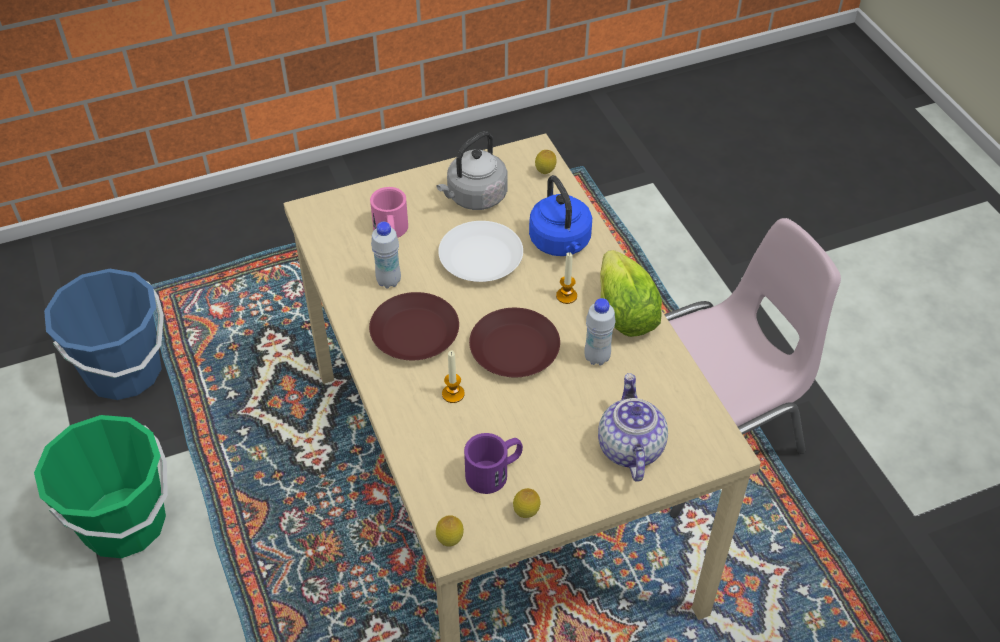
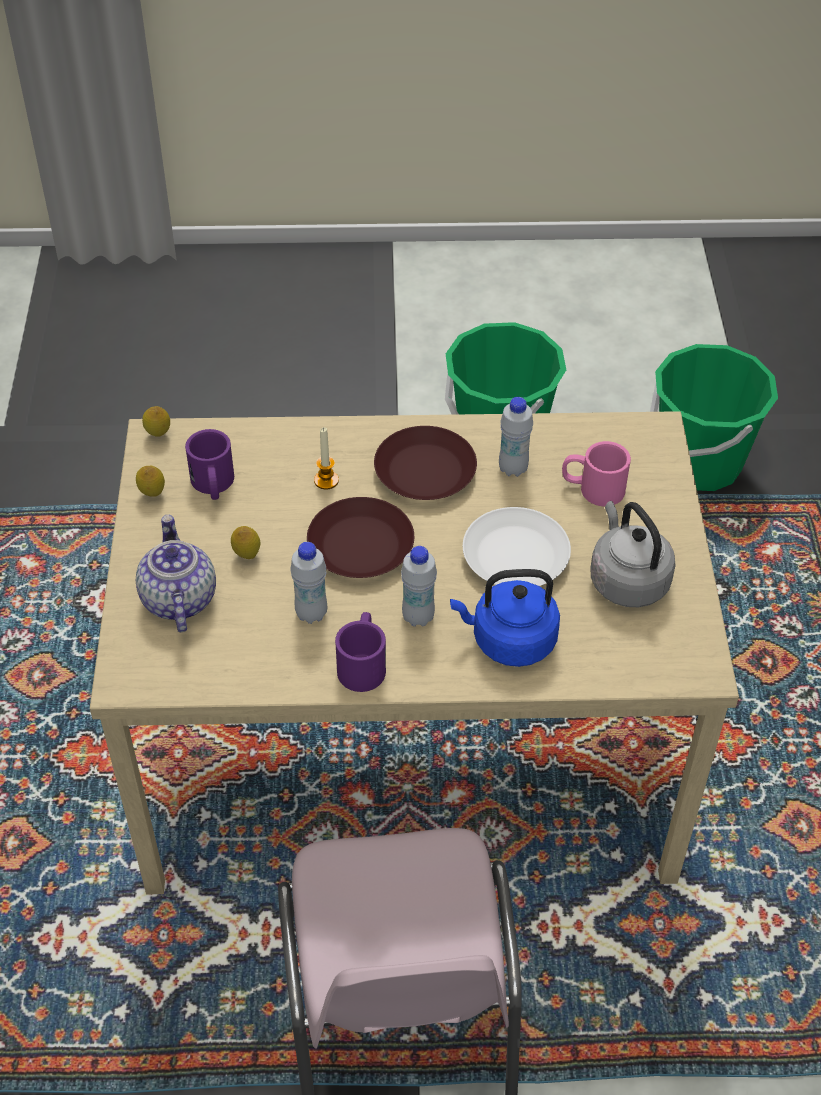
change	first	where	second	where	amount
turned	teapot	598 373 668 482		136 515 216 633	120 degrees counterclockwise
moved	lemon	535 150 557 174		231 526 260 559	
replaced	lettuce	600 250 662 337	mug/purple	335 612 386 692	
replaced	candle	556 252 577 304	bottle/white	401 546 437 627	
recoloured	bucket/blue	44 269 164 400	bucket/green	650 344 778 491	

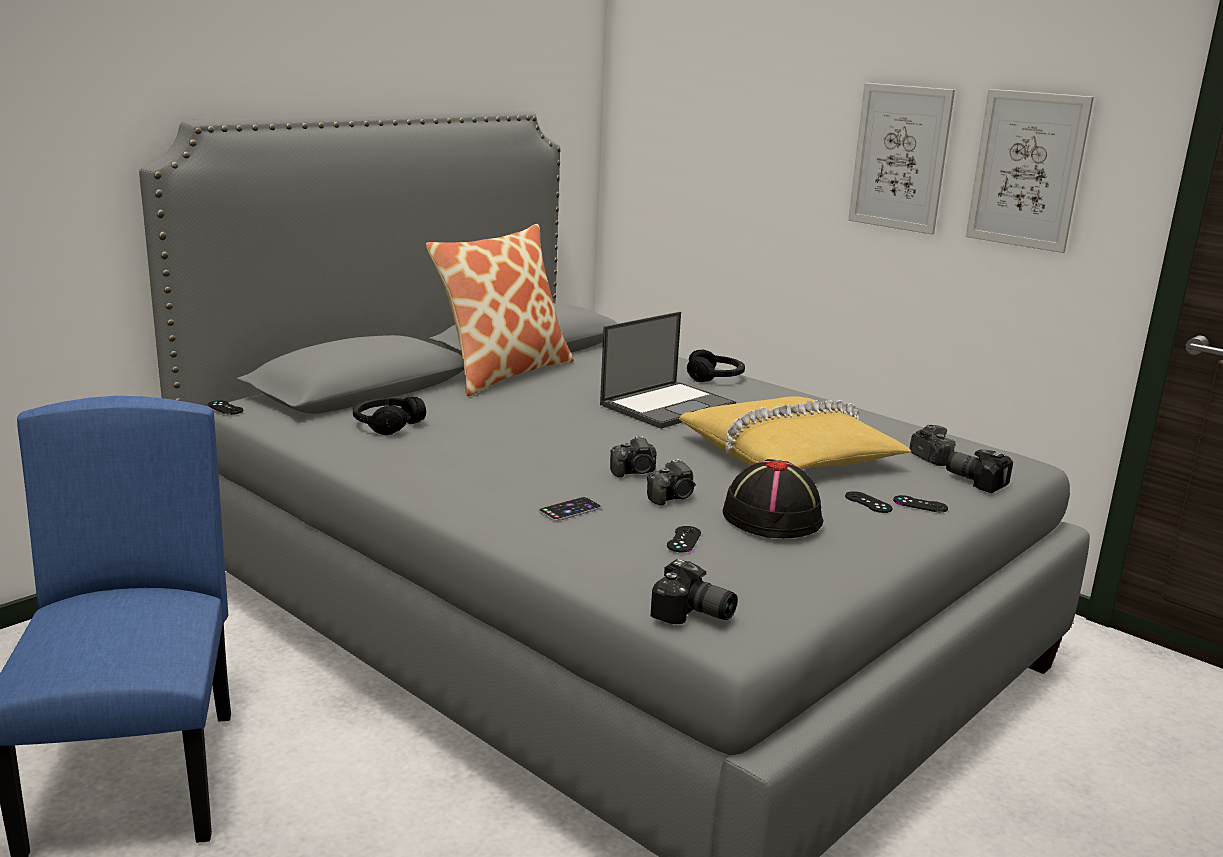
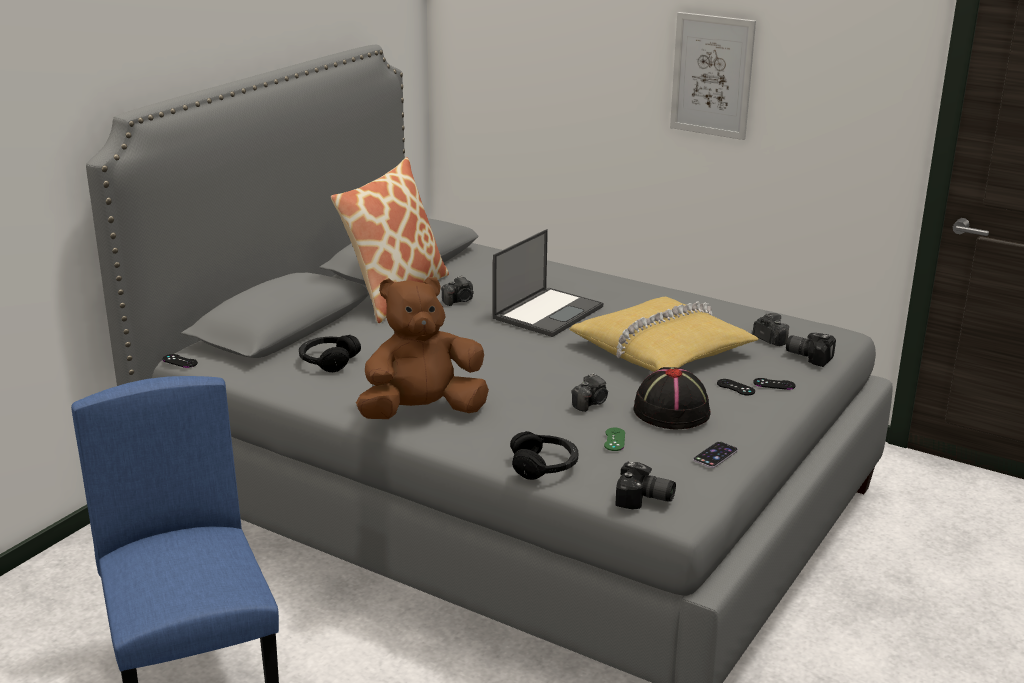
change	first	where	second	where	amount
added			plush toy/brown	356 277 489 419	
moved	photo camera	610 436 657 477		441 276 474 306	
moved	headphones/black	687 349 745 382		510 431 578 480	
recoloured	game controller/black	667 526 701 552	game controller/green	604 428 625 451	
moved	phone	539 497 601 521		693 441 738 468	
removed	picture	966 89 1094 253			

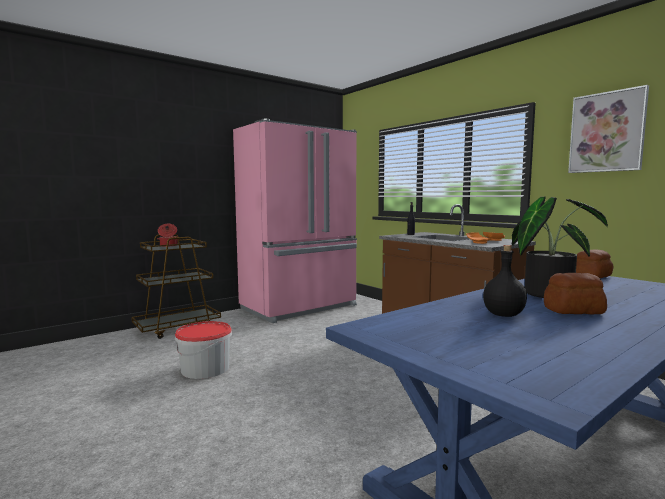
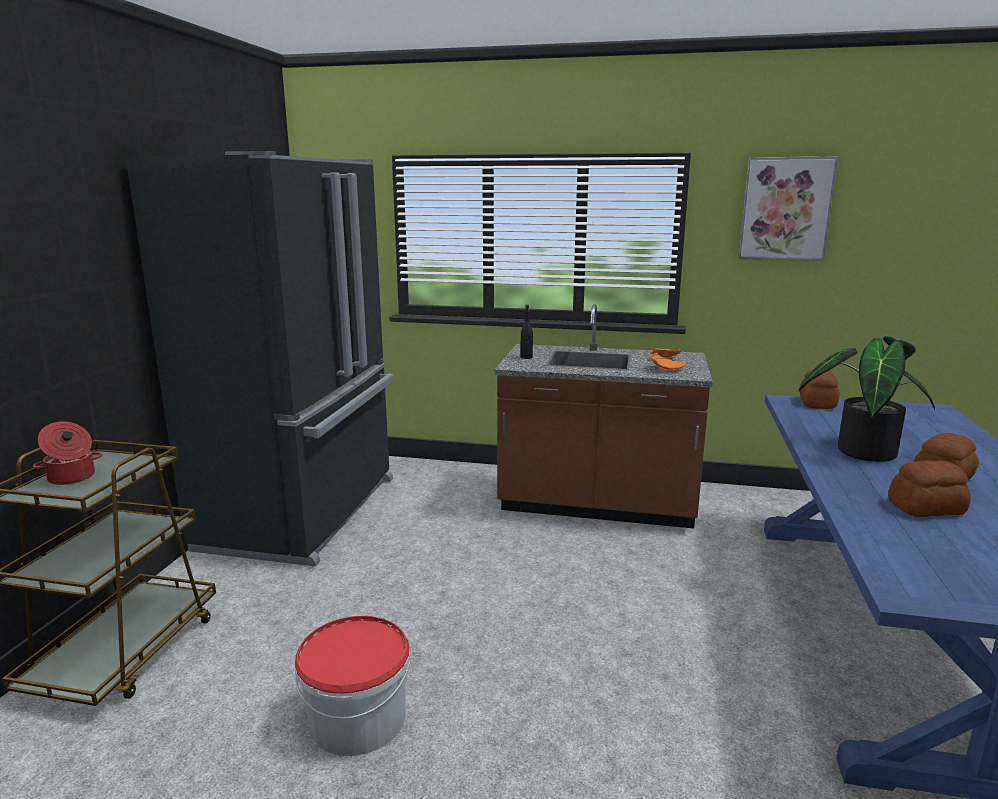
change	first	where	second	where	amount
recoloured	fridge/pink	233 118 357 323	fridge/black	125 151 393 567	
replaced	bottle/black	483 245 527 317	bread	888 460 971 517	

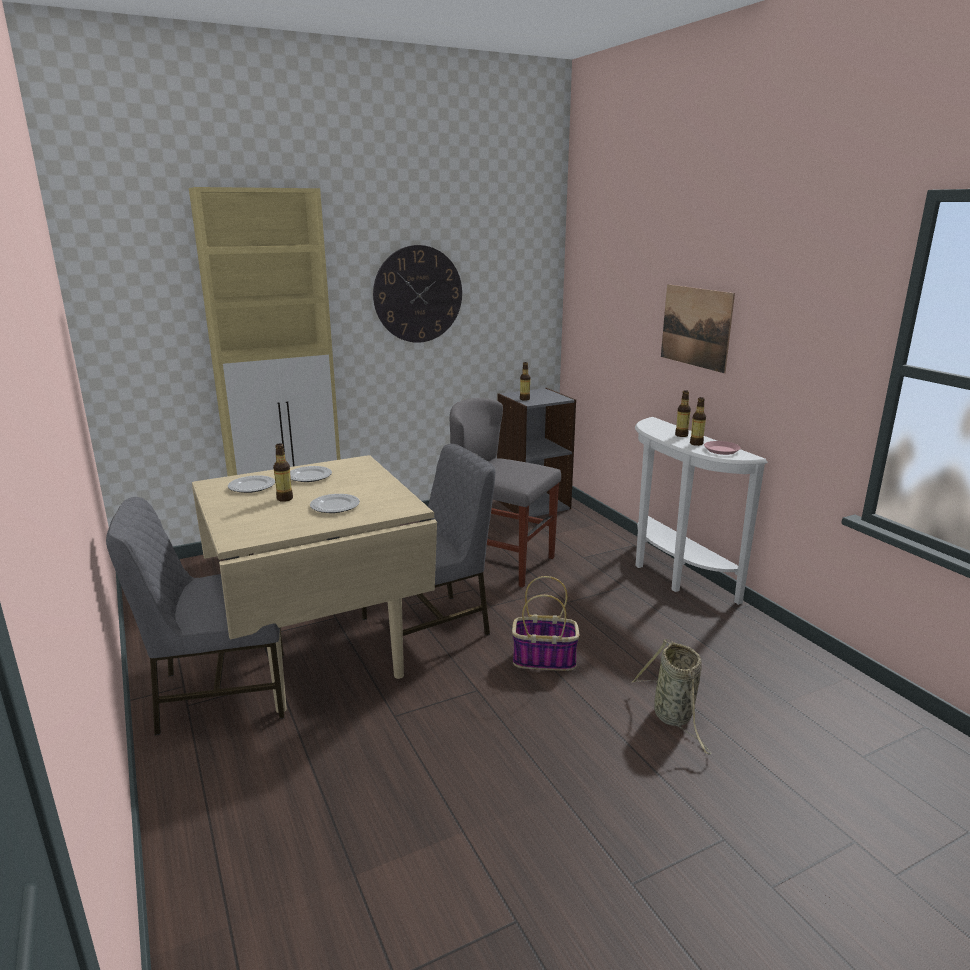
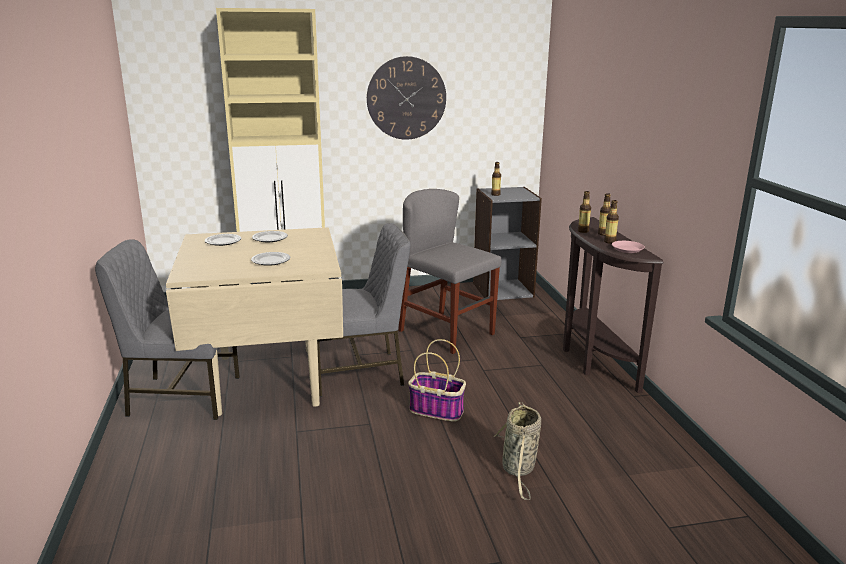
change	first	where	second	where	amount
recoloured	console table/white	635 417 768 605	console table/brown	563 217 664 393	
moved	bottle	273 443 293 502		578 191 591 233	
removed	picture	661 284 735 373			

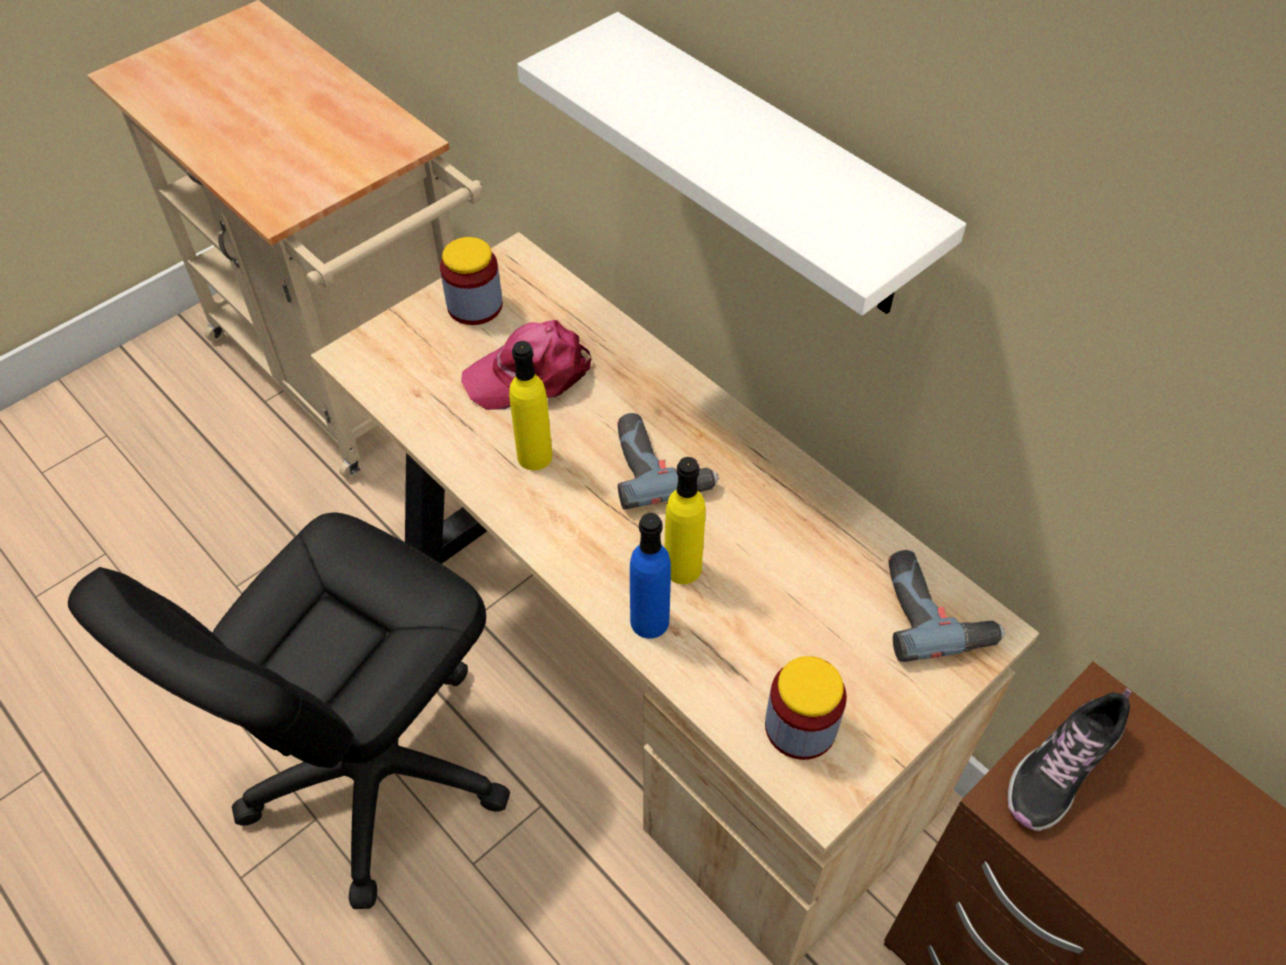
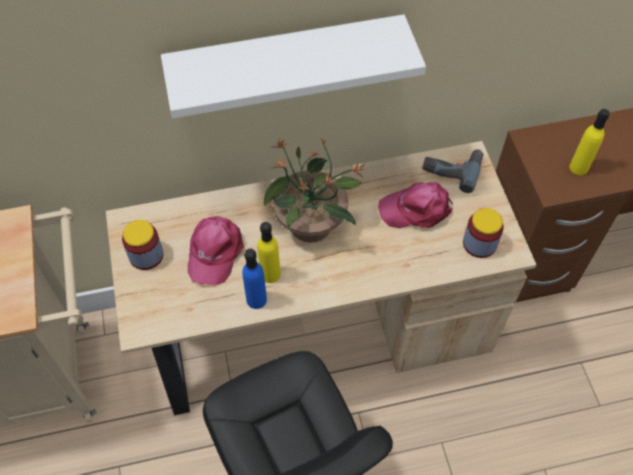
change	first	where	second	where	amount
moved	bottle/blue	630 513 671 639		242 249 267 309	
replaced	power drill	617 413 719 509	potted plant	264 138 364 243	
added			cap/pink	378 182 453 228	
moved	bottle/yellow	665 457 706 584		570 109 610 175	
removed	shoe	1008 688 1132 831			

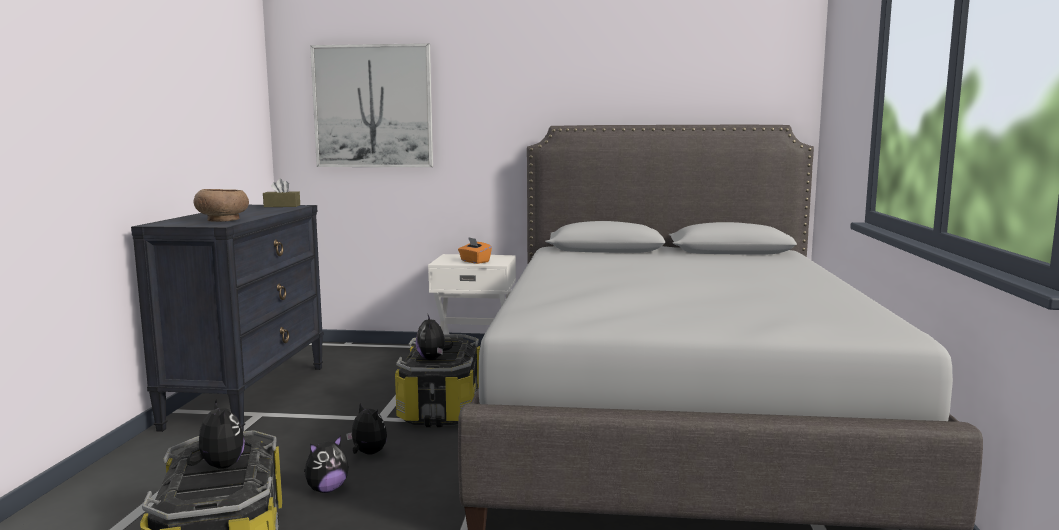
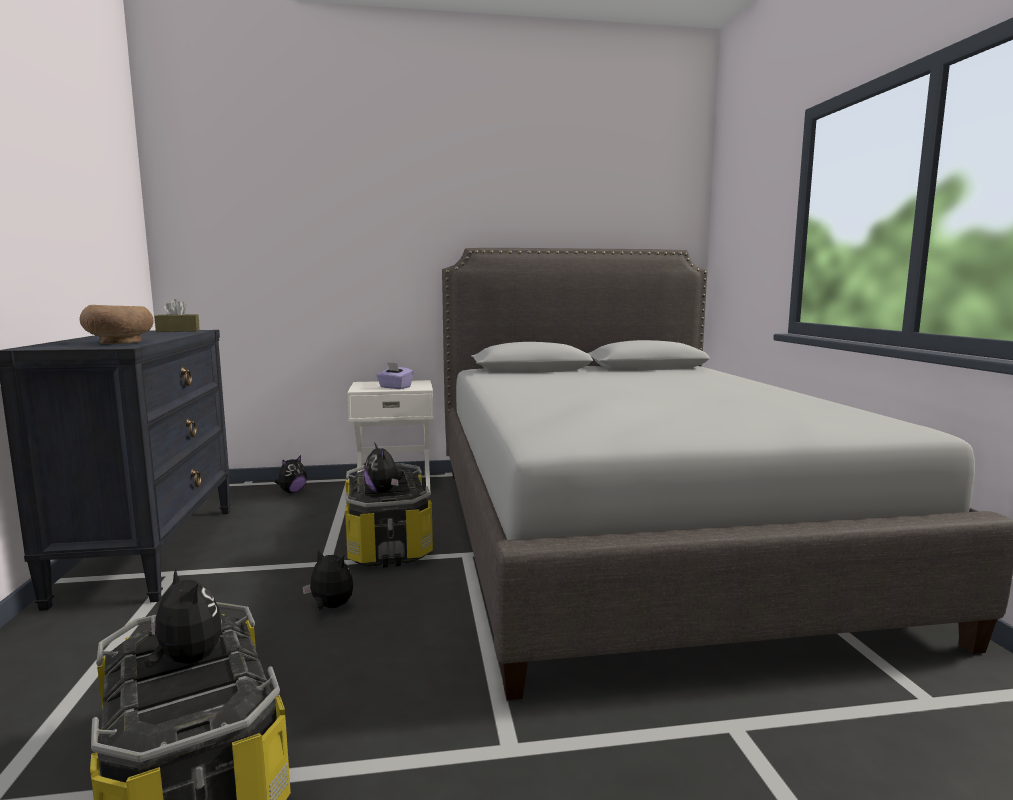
change	first	where	second	where	amount
moved	plush toy	304 435 349 493		275 455 307 493	
recoloured	tissue box/orange	458 237 492 264	tissue box/purple	376 362 414 389	
removed	picture	310 43 433 167			

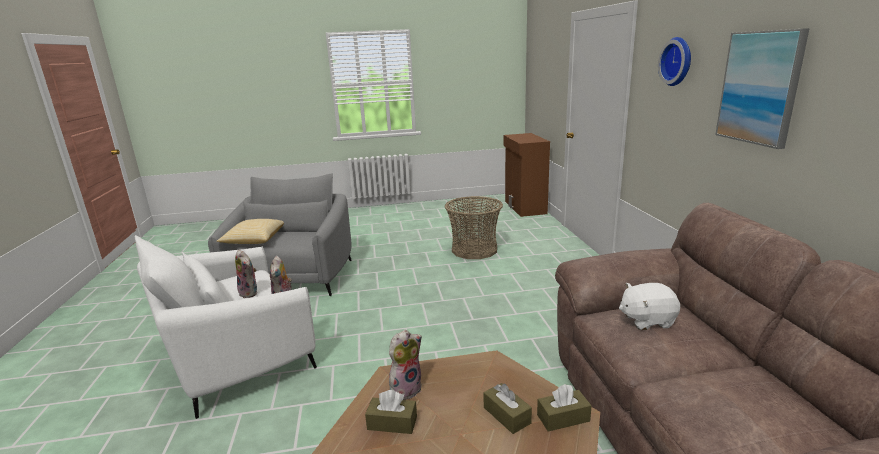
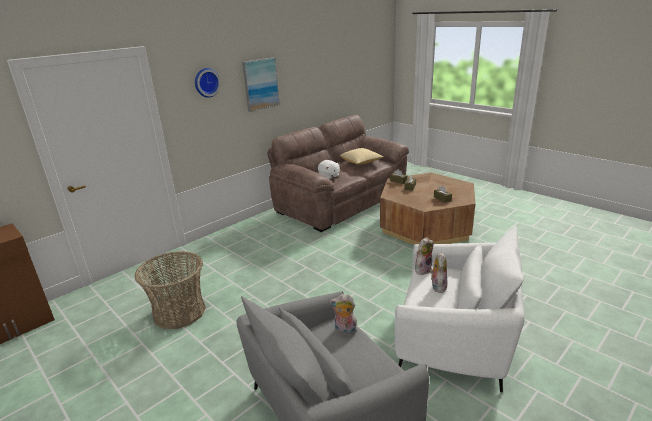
change	first	where	second	where	amount
moved	plush toy	389 330 422 400		330 294 358 335	
moved	pillow	217 219 284 244		340 148 384 165	

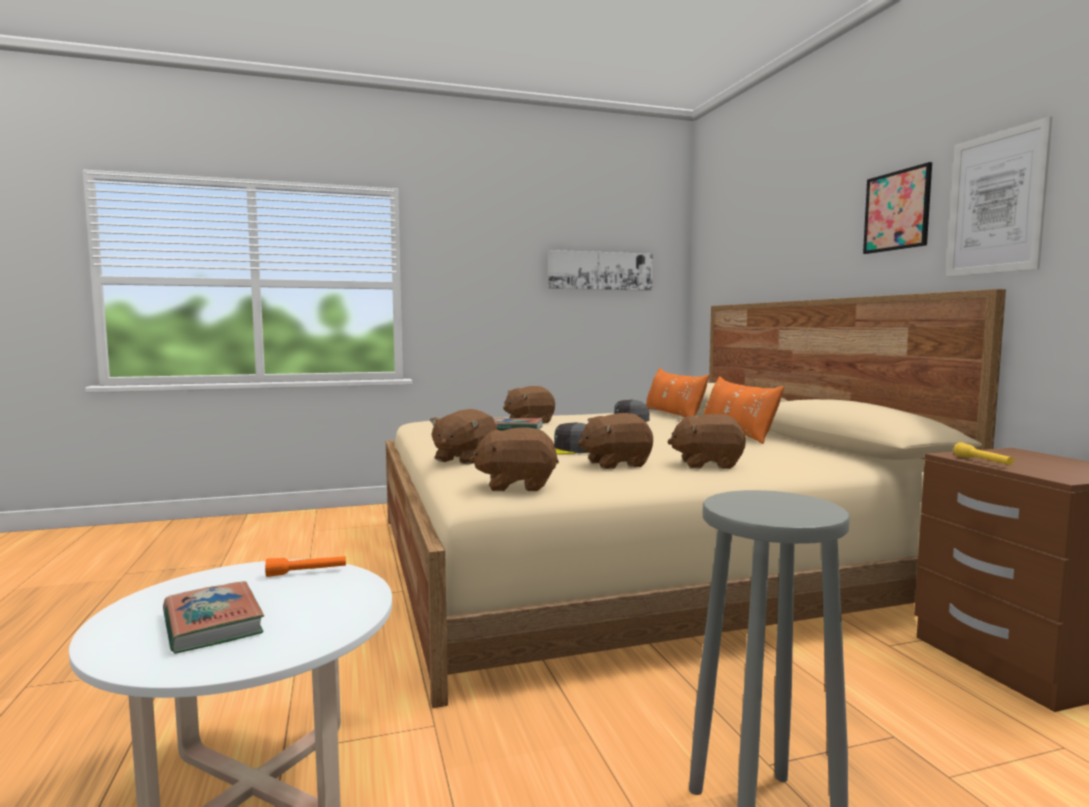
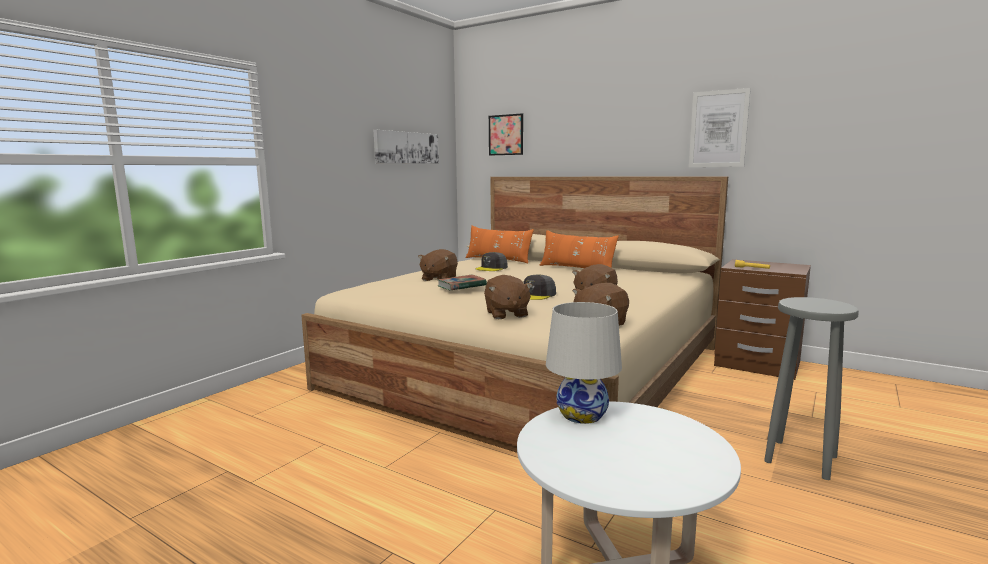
change	first	where	second	where	amount
moved	picture	863 162 932 254		489 114 523 155	
replaced	flashlight/orange	265 556 346 577	table lamp/white	546 302 622 424	
removed	book	163 581 264 654			
removed	plush toy/brown	667 414 746 469			

